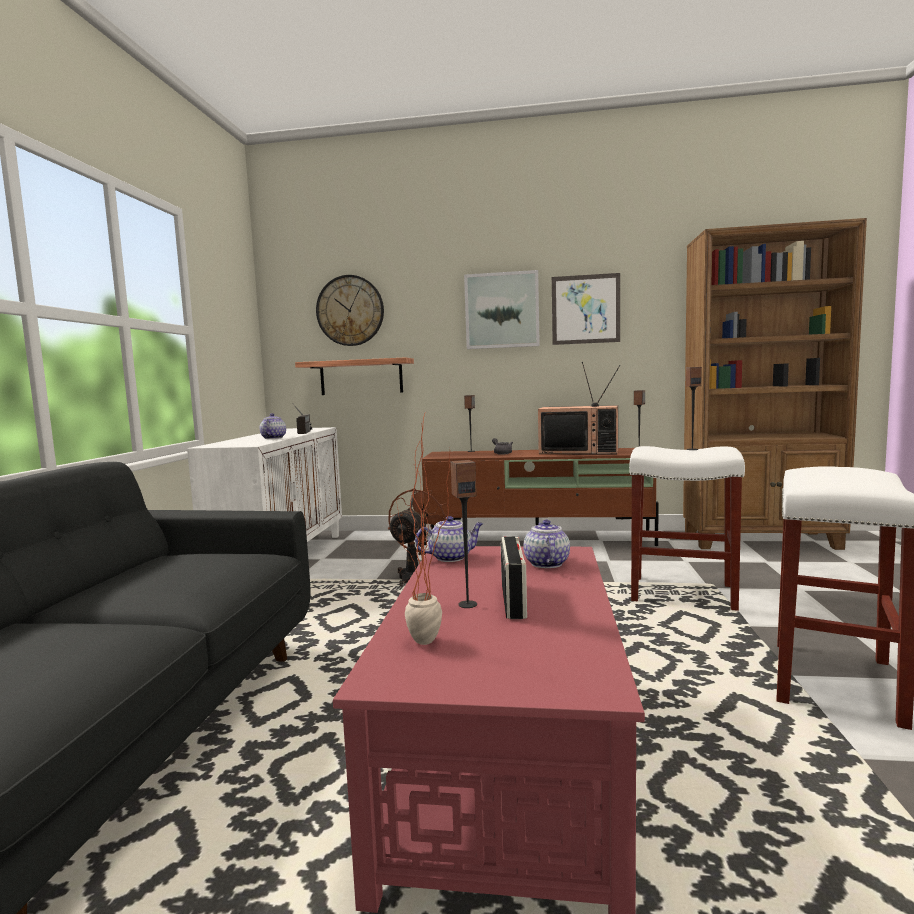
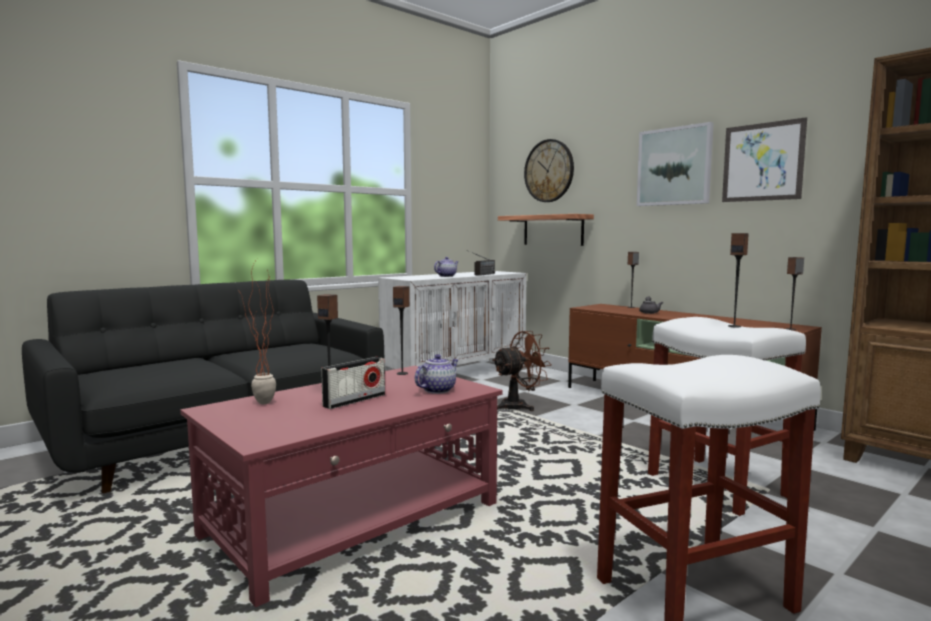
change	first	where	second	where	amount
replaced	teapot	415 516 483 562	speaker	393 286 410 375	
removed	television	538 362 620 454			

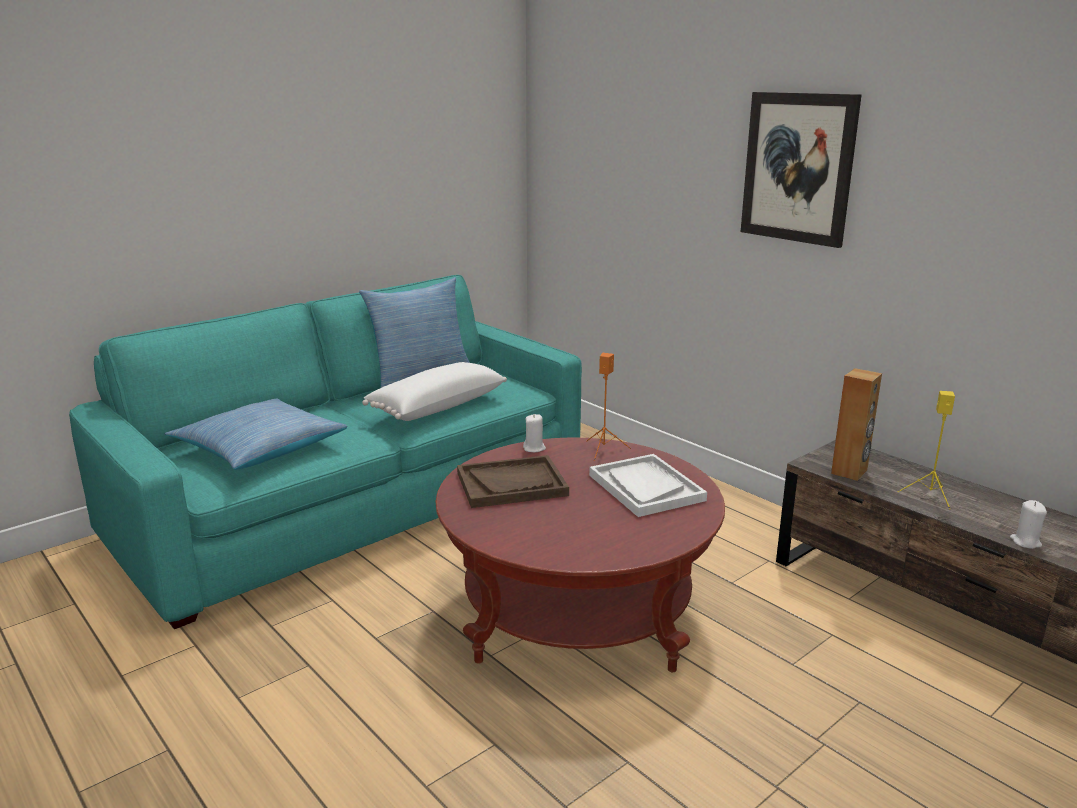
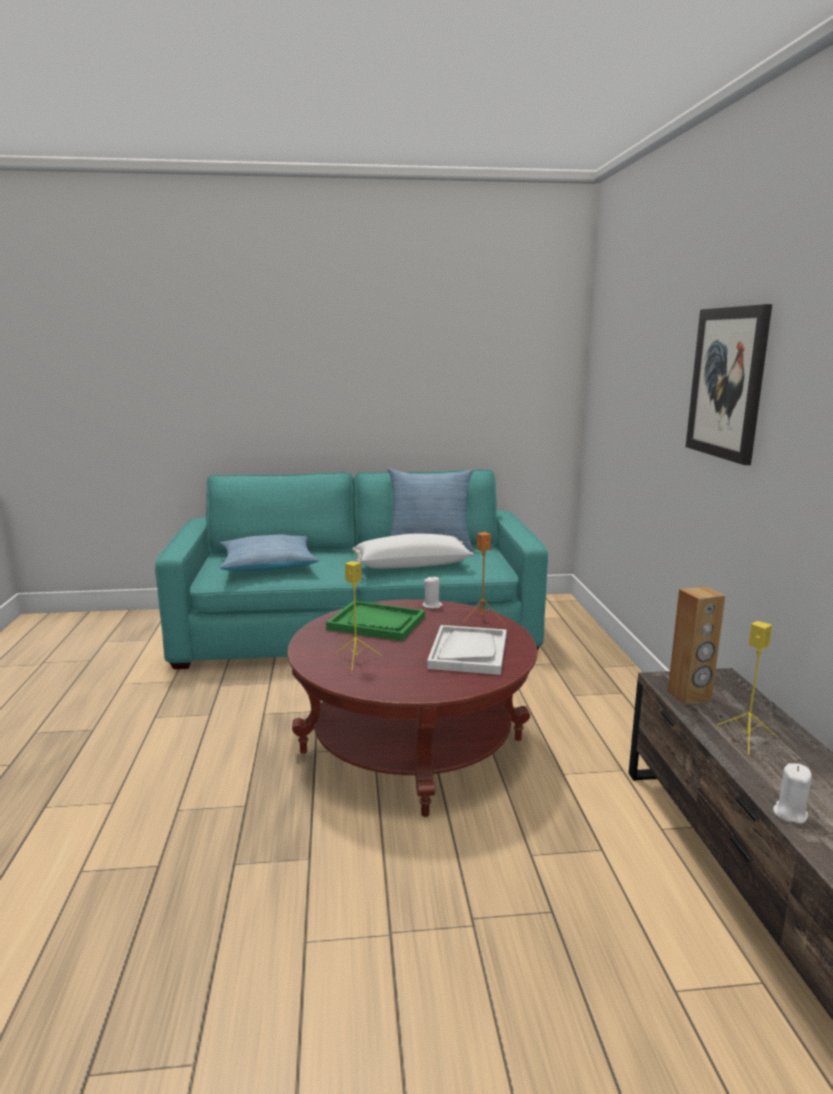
change	first	where	second	where	amount
recoloured	tray/brown	457 455 569 508	tray/green	326 601 425 641	
added			speaker/yellow	335 561 382 673	

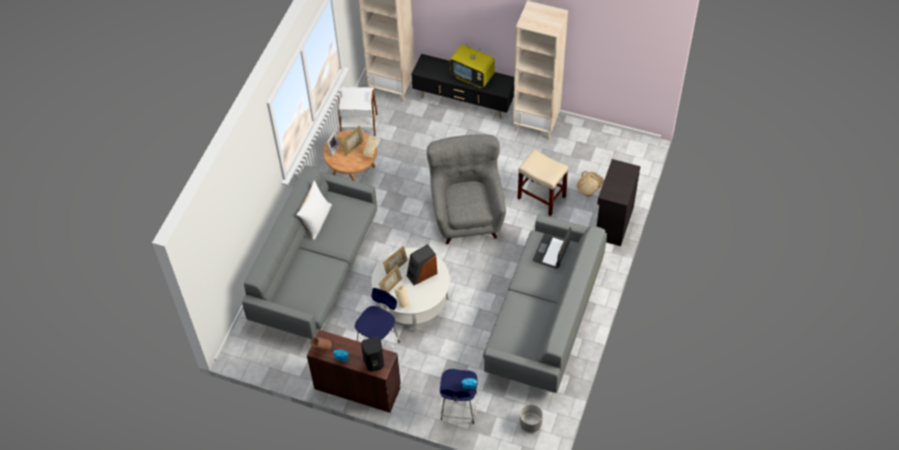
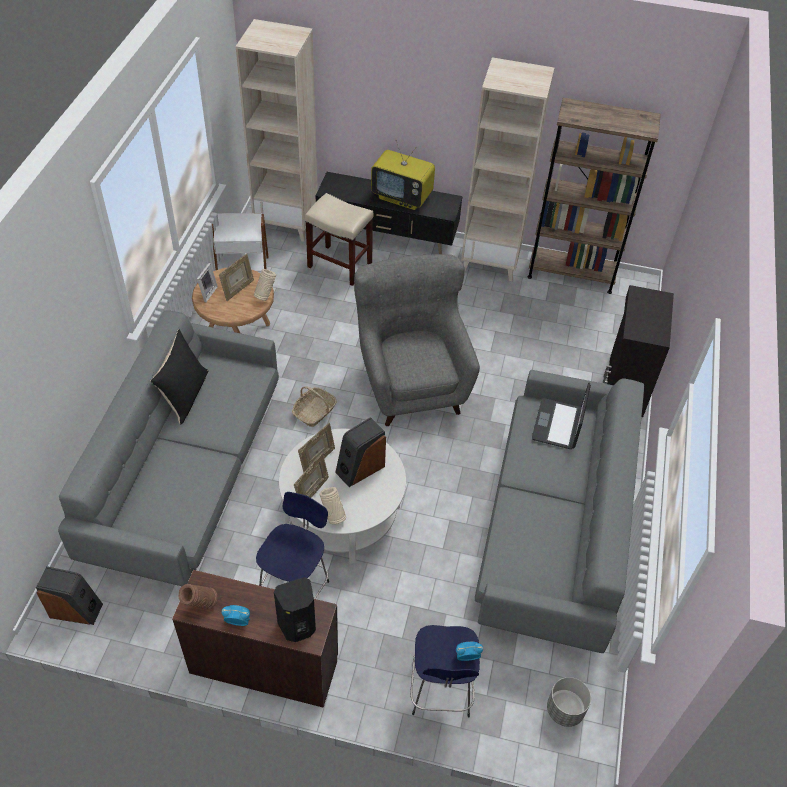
change	first	where	second	where	amount
added			speaker	36 566 103 625	
recoloured	pillow/white	296 180 332 240	pillow/black	150 329 209 425	
moved	basket	576 171 604 197		292 386 337 427	
moved	stool/beige	517 149 569 216		305 193 373 286	
added			bookcase/brown	527 98 661 294	

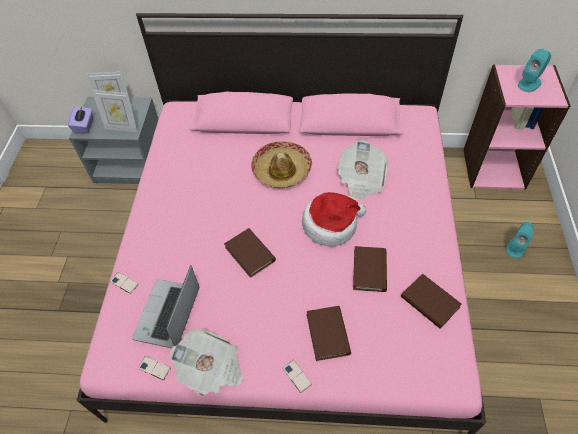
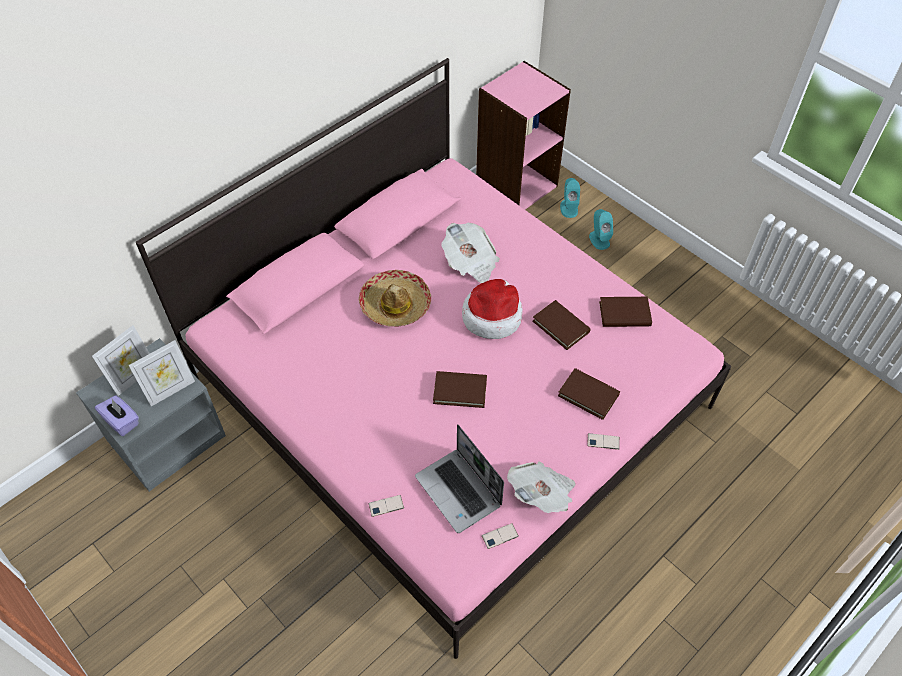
change	first	where	second	where	amount
moved	speaker/turquoise	518 49 551 92		560 178 580 218	

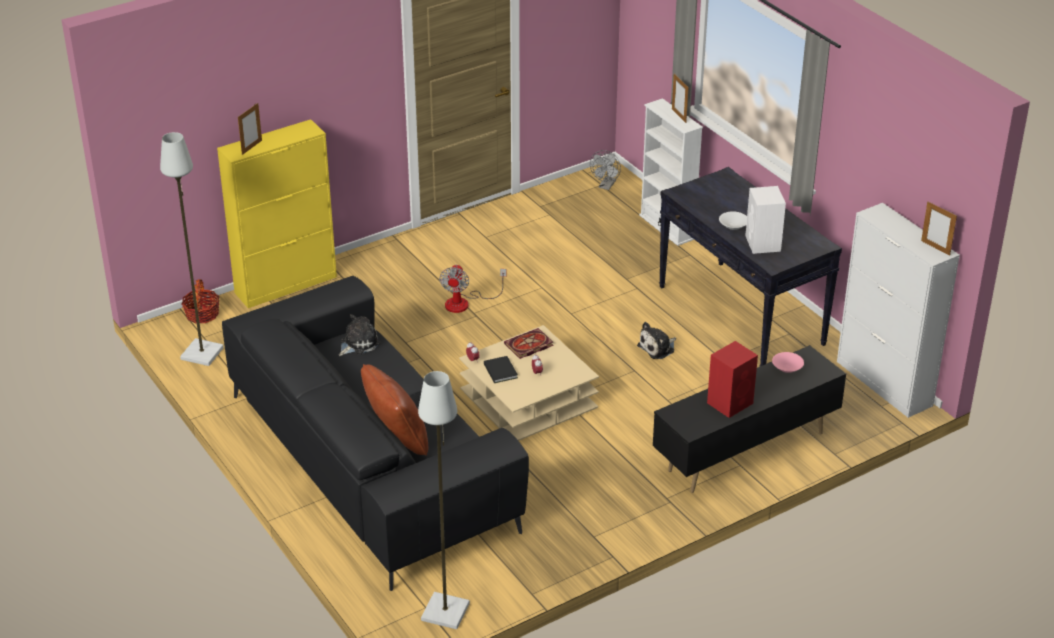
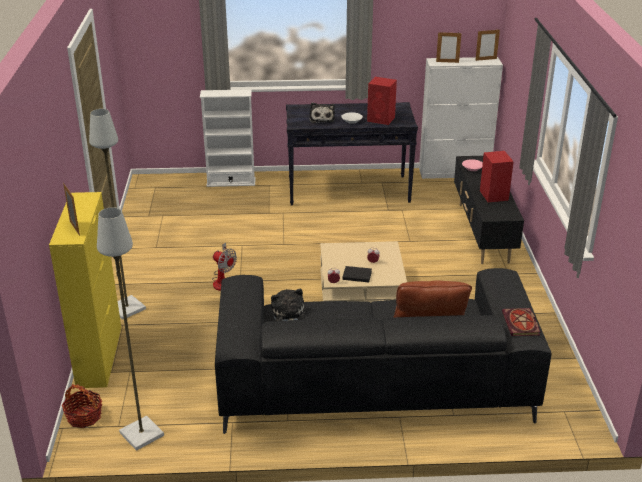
change	first	where	second	where	amount
moved	floor lamp/grey	418 371 470 629		89 109 146 320	
moved	plush toy	637 322 676 359		309 102 335 123	
recoloured	speaker/white	745 186 786 254	speaker/red	367 77 397 125	
moved	picture frame	672 74 689 123		436 31 461 63	
moved	book	504 328 554 359		502 308 540 336	
removed	fan/grey	590 150 621 190			

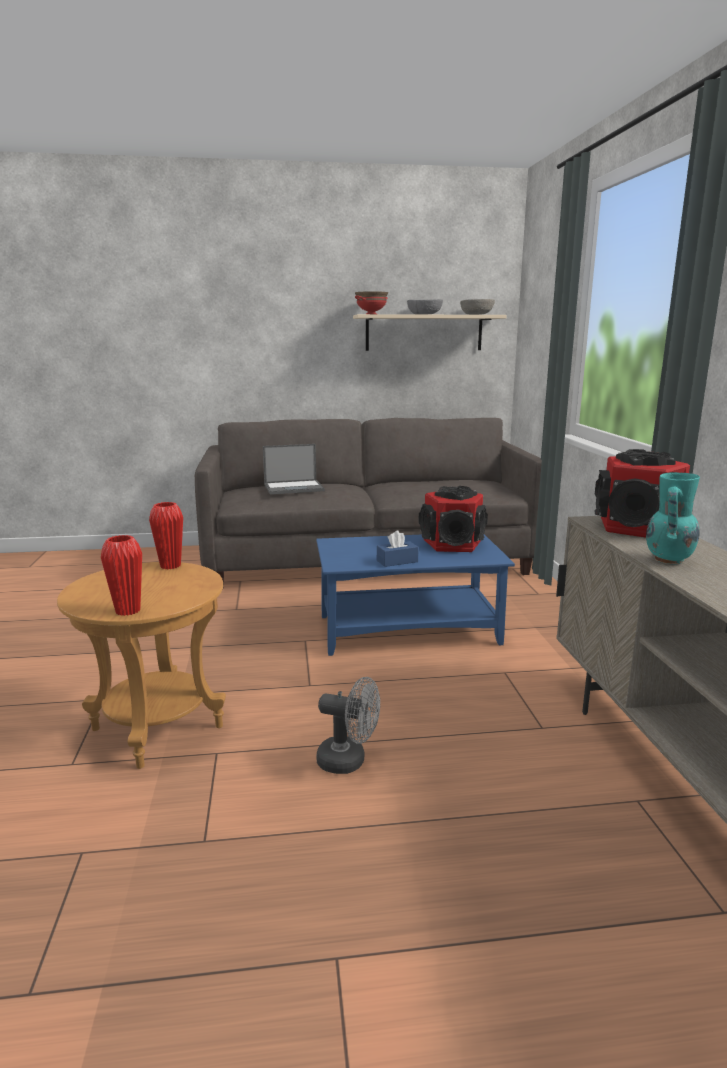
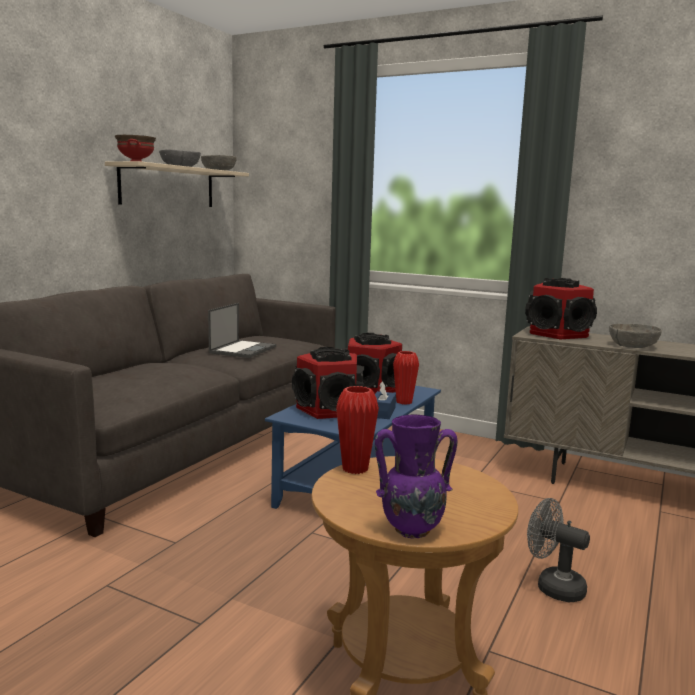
change	first	where	second	where	amount
moved	laptop	263 444 325 495		208 303 276 358	
added			speaker	292 347 364 419	
added			vase/purple	375 415 458 538	
moved	vase/red	101 535 142 616		393 351 419 405	
turned	fan/grey	316 677 380 774		527 498 590 602	105 degrees counterclockwise
replaced	vase/turquoise	646 472 700 564	bowl/grey	609 324 662 348	

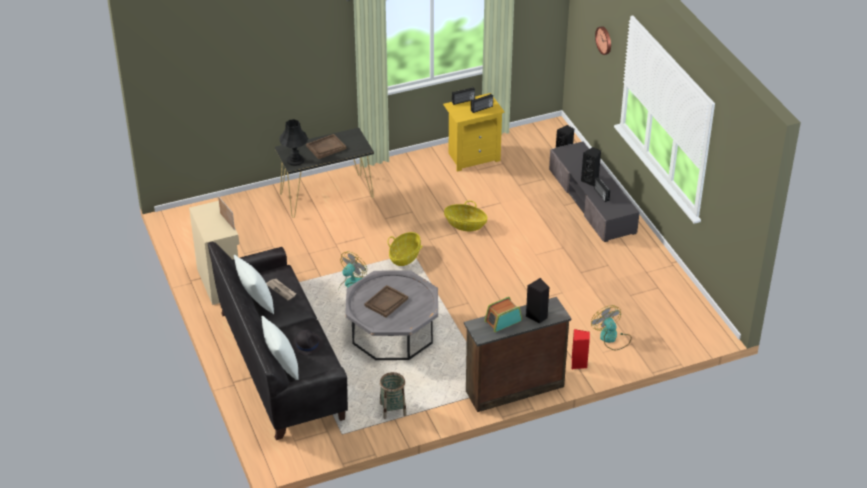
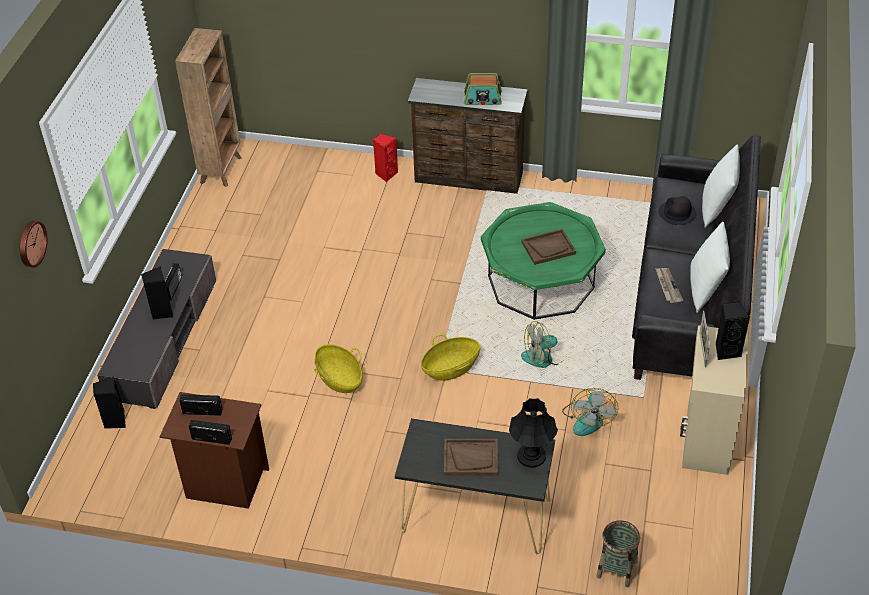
change	first	where	second	where	amount
recoloured	nightstand/yellow	443 93 505 171	nightstand/brown	160 392 269 509	
added			bookcase/brown	175 28 242 187	
recoloured	coffee table/grey	345 270 438 360	coffee table/green	481 202 606 320	
moved	fan	591 305 632 350		562 388 618 436	
moved	basket	380 372 407 419		597 520 640 587	
moved	speaker/black	526 278 549 324		716 302 750 360	

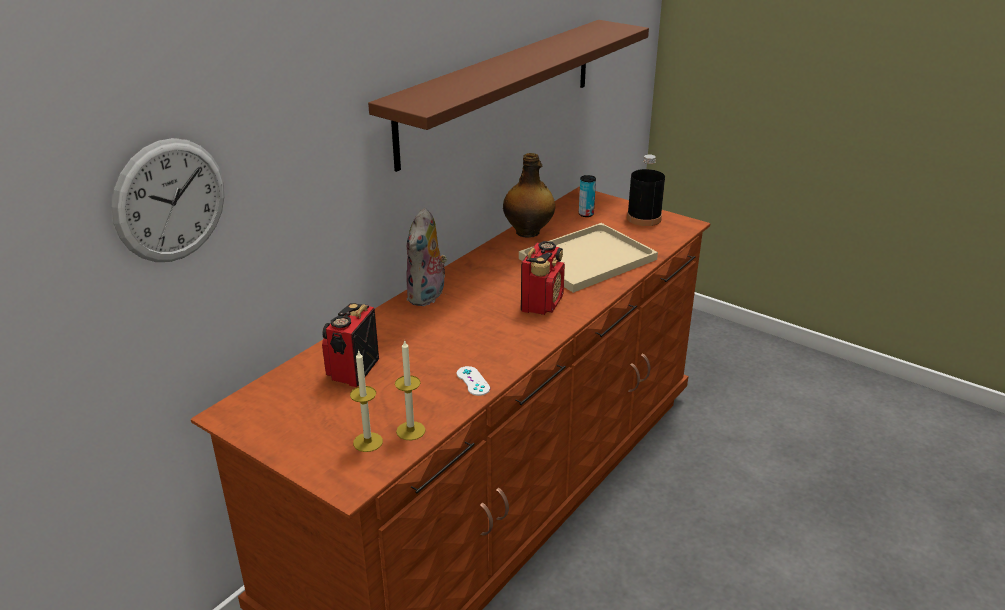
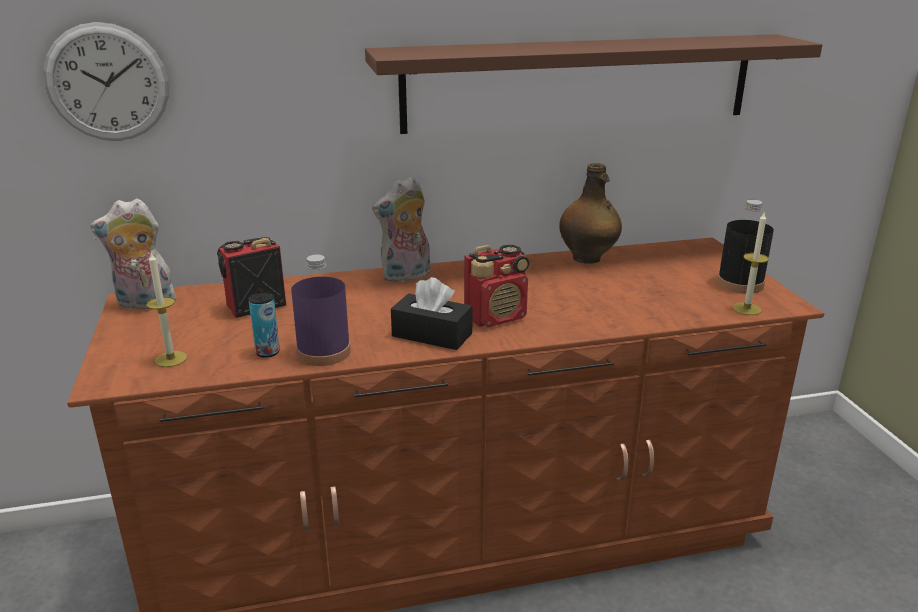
change	first	where	second	where	amount
added			plush toy	90 199 176 310	
moved	can	579 175 596 217		248 292 280 358	
replaced	game controller/white	457 366 490 396	bottle/purple	291 255 351 366	
added			tissue box/black	391 277 473 350	
moved	candle	395 340 426 440		733 211 769 315	
removed	tray/beige	519 223 658 293			

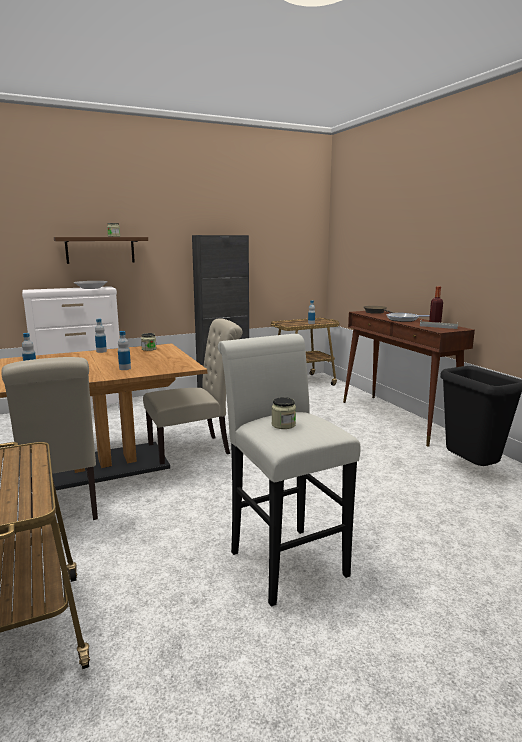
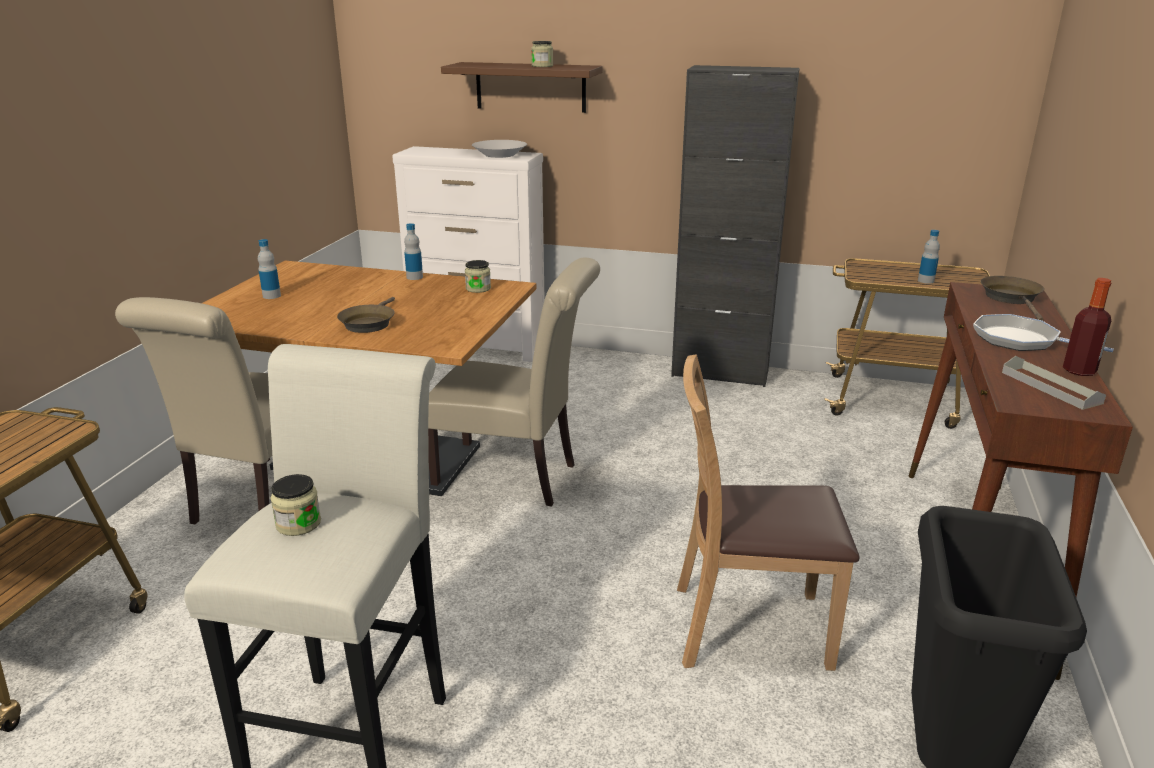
change	first	where	second	where	amount
replaced	bottle	118 331 131 370	frying pan/brown	337 297 395 333	
added			chair/brown	677 354 860 671	

